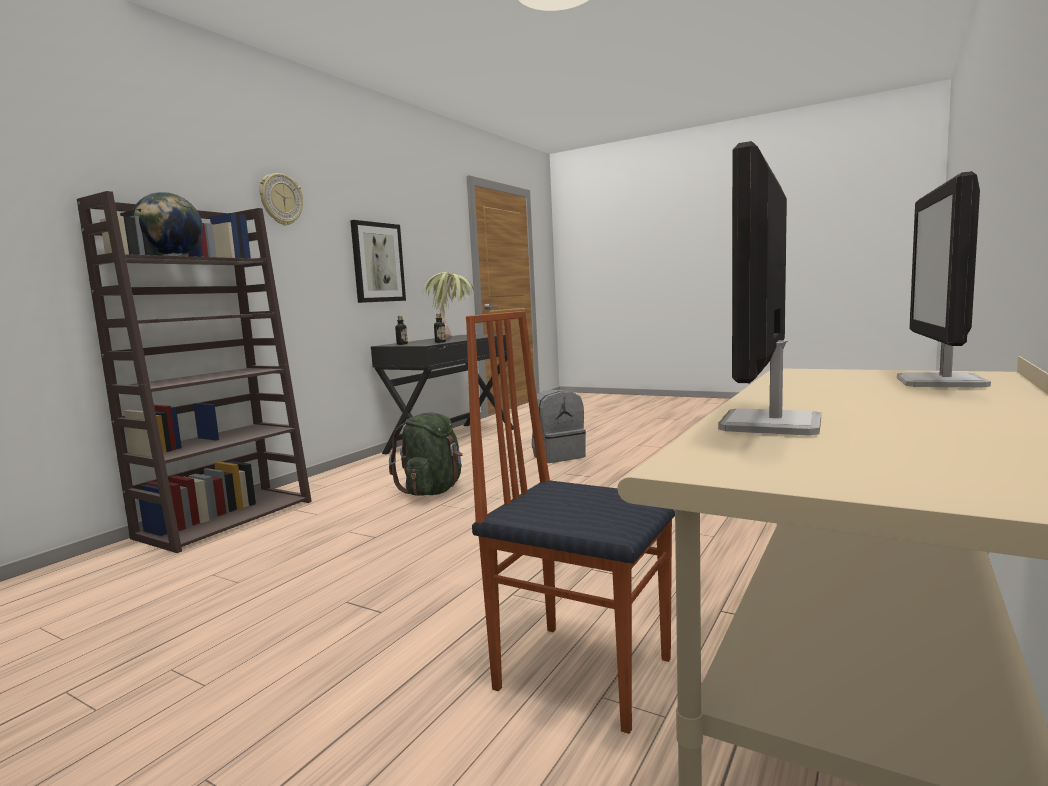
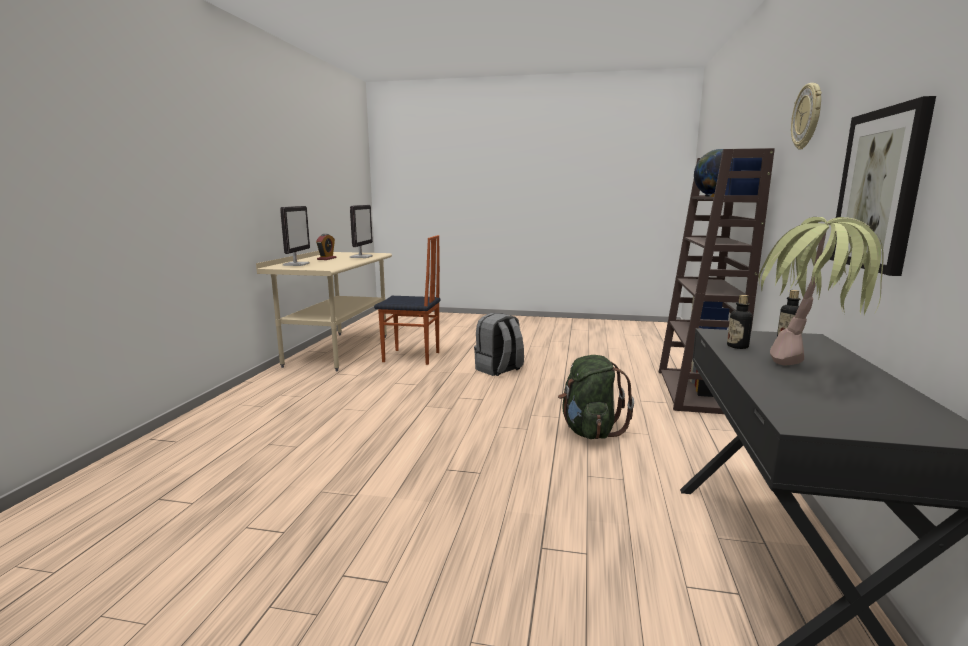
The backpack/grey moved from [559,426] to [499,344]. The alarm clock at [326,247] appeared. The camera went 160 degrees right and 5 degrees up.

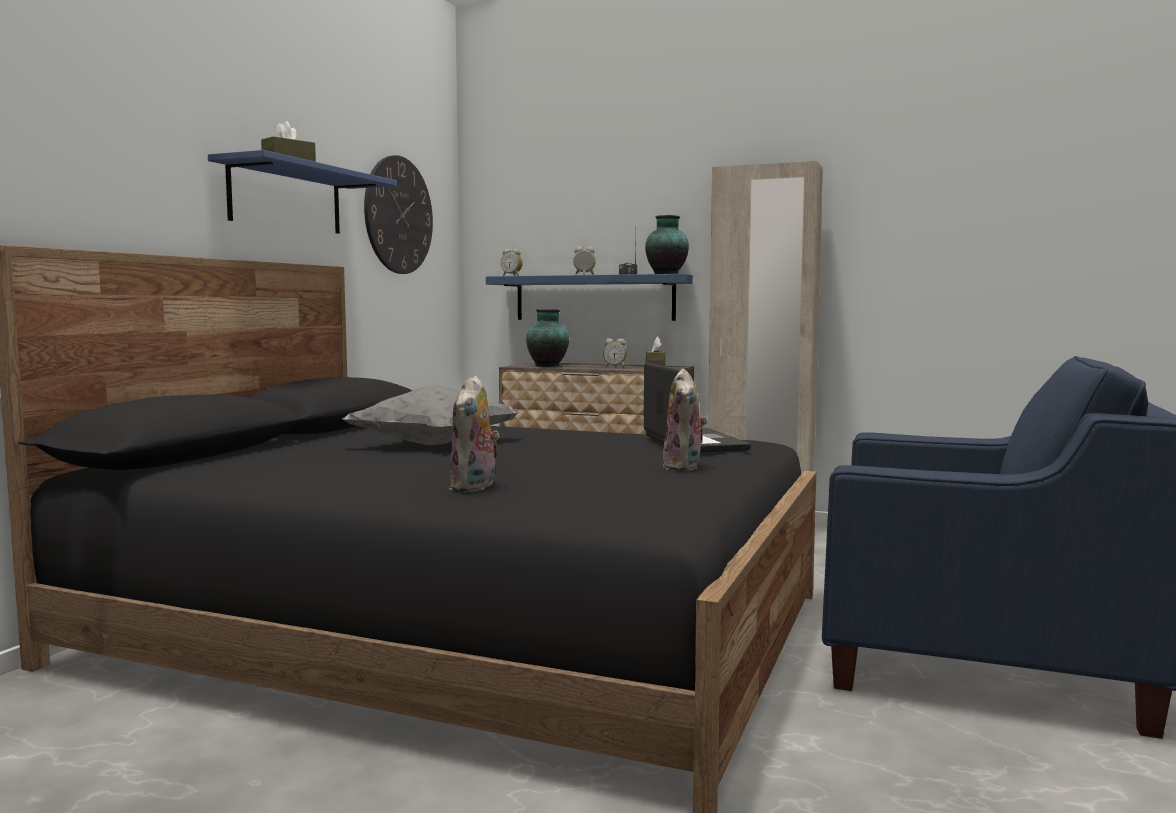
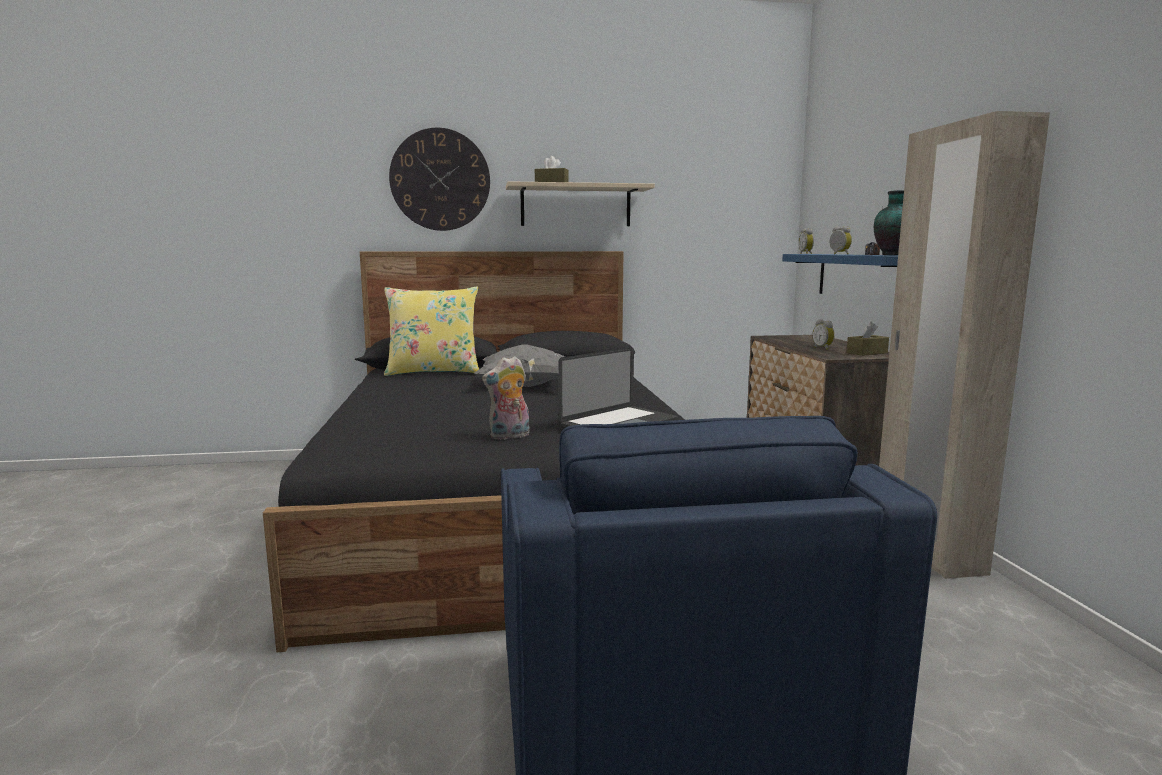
The shelf/blue at [302,192] became the shelf/beige at [580,203]. The wall clock moved from [398,214] to [439,179]. The plush toy at [475,434] disappeared. The vase at [547,338] disappeared. The pillow/yellow at [431,331] appeared. The camera went 60 degrees right and 5 degrees up.

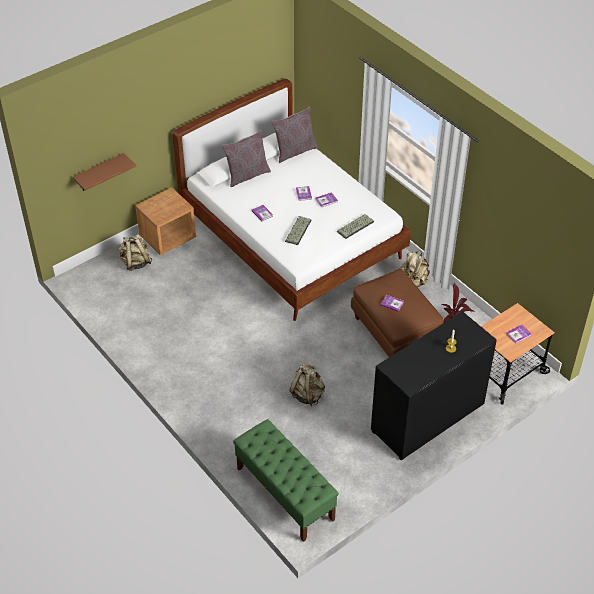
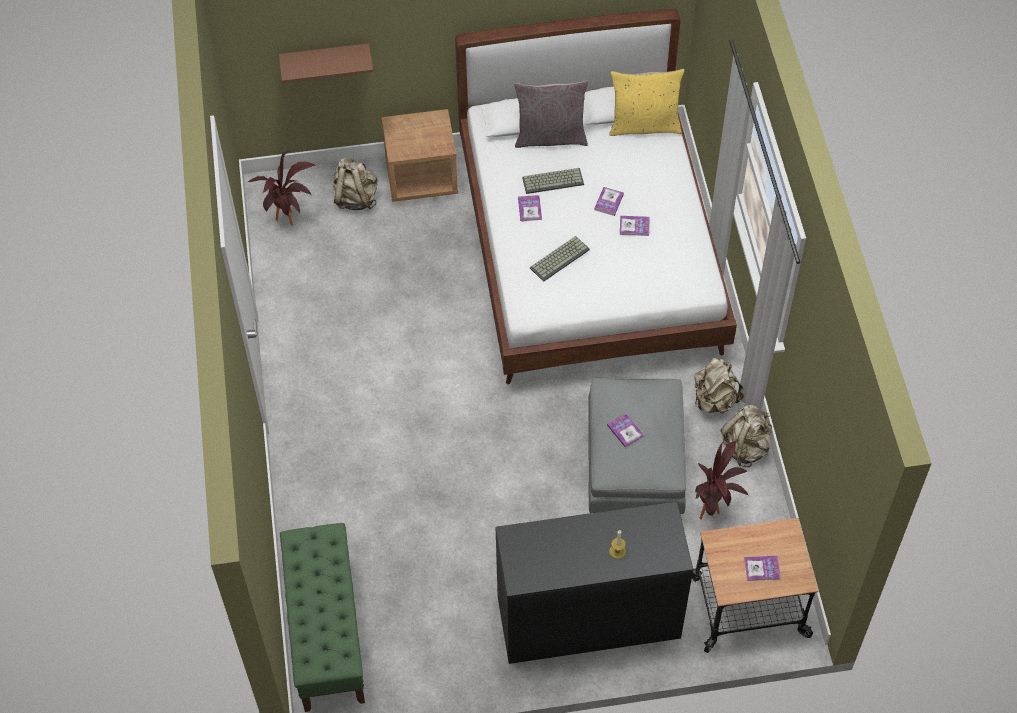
The pillow/grey at [294,135] became the pillow/yellow at [647,102]. The backpack/beige moved from [307,385] to [746,436]. The keyboard moved from [355,226] to [553,181]. The ottoman/brown at [397,313] became the ottoman/grey at [637,446]. The potted plant at [281,188] appeared. The camera went 30 degrees right and 10 degrees up.

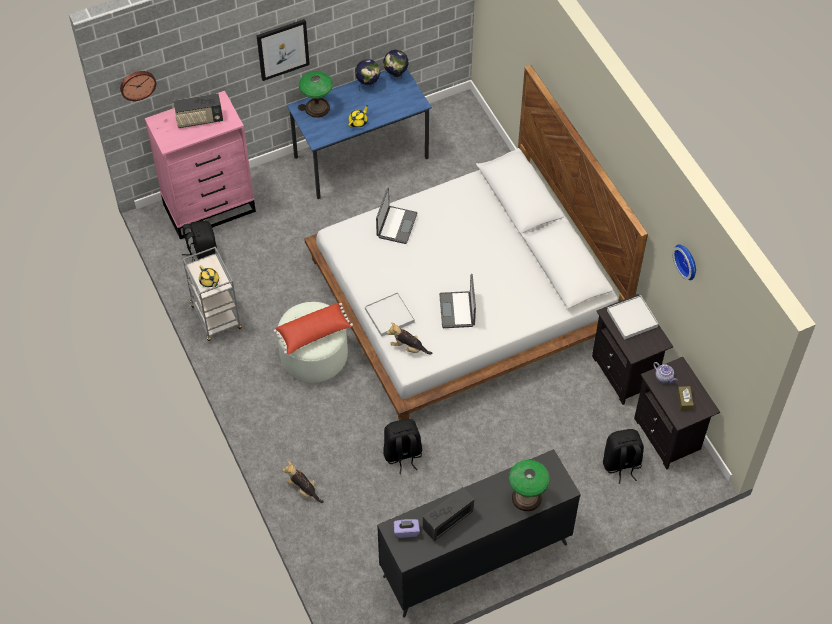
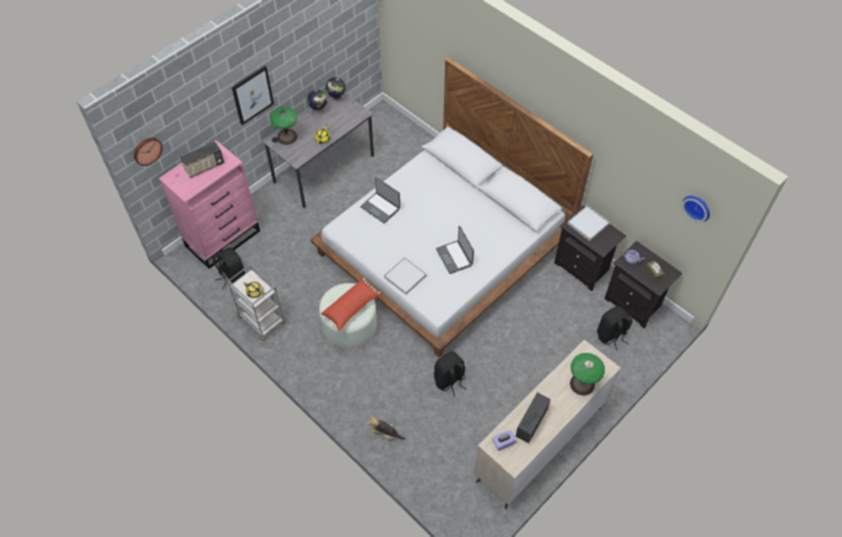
The desk/blue at [359,134] became the desk/grey at [318,150]. The laptop at [397,216] turned 135 degrees clockwise. The dresser/black at [479,533] became the dresser/beige at [547,424]. The plush toy at [409,338] disappeared. The wall clock moved from [684,262] to [696,209]. The camera went 20 degrees left and 0 degrees up.

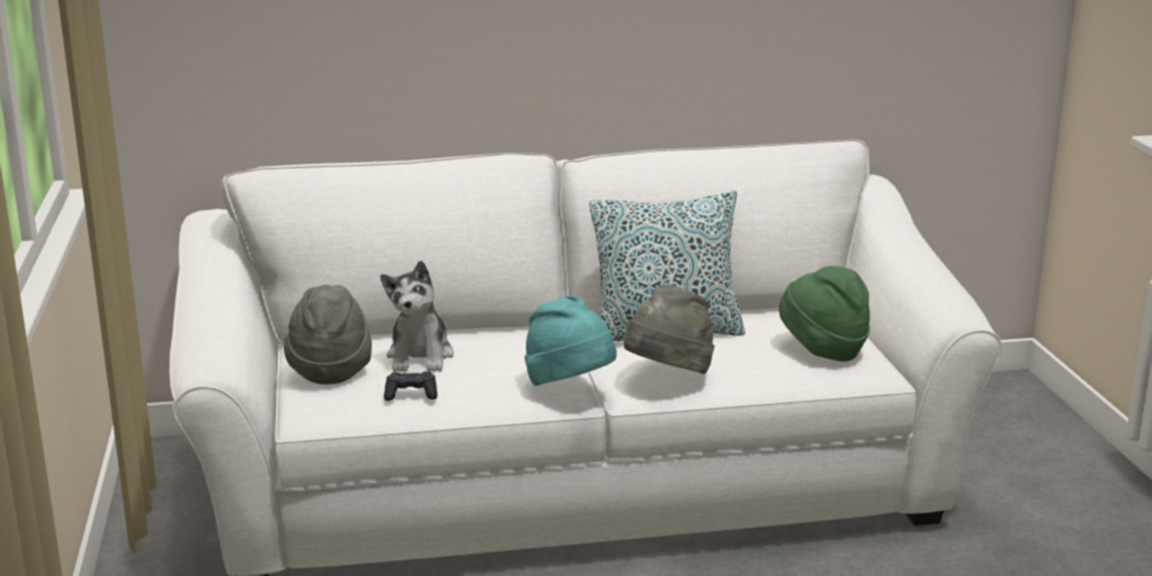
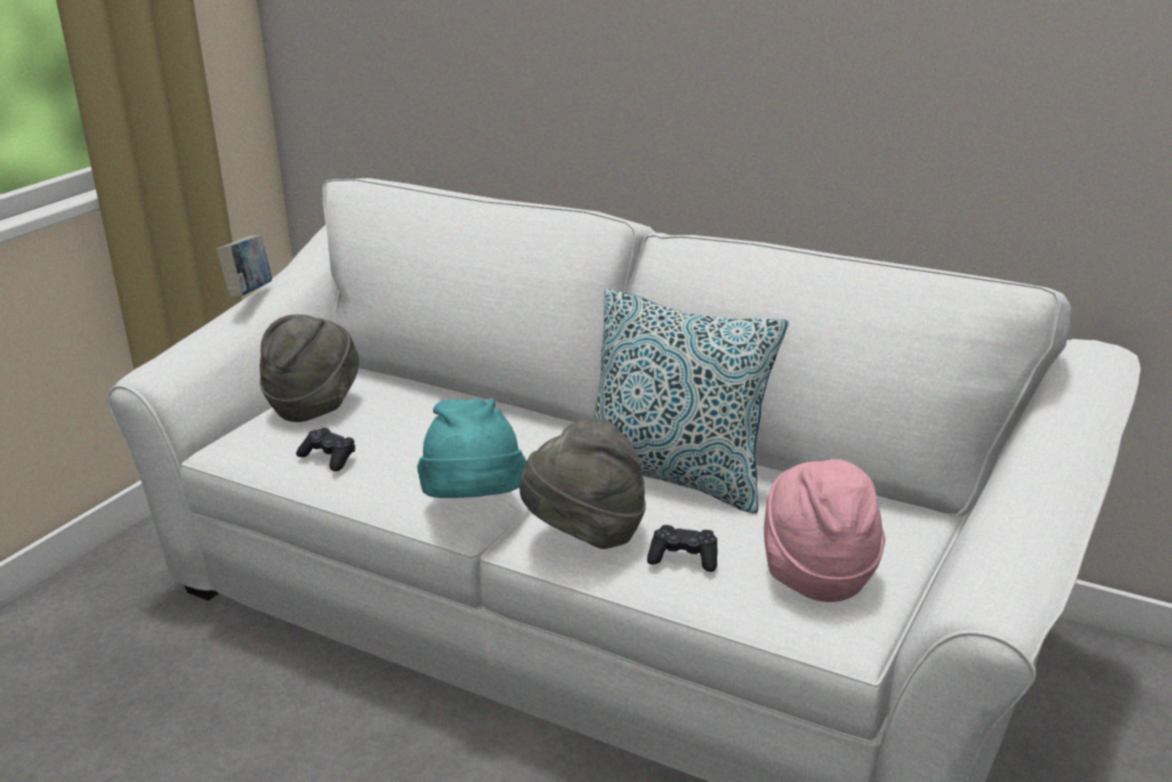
The plush toy at [417,316] disappeared. The hat/green at [824,314] became the hat/pink at [824,530]. The book at [244,266] appeared. The game controller/black at [682,548] appeared. The camera went 40 degrees right and 5 degrees up.

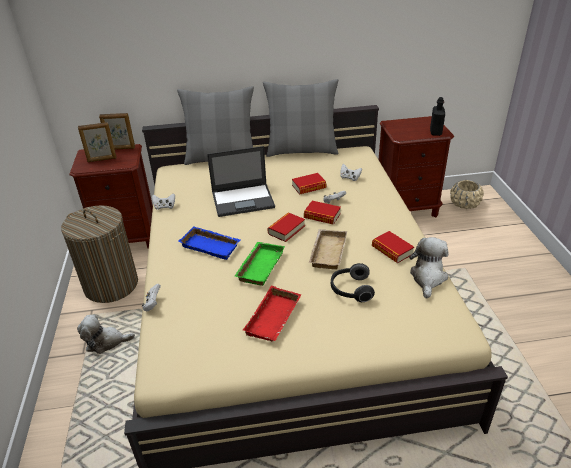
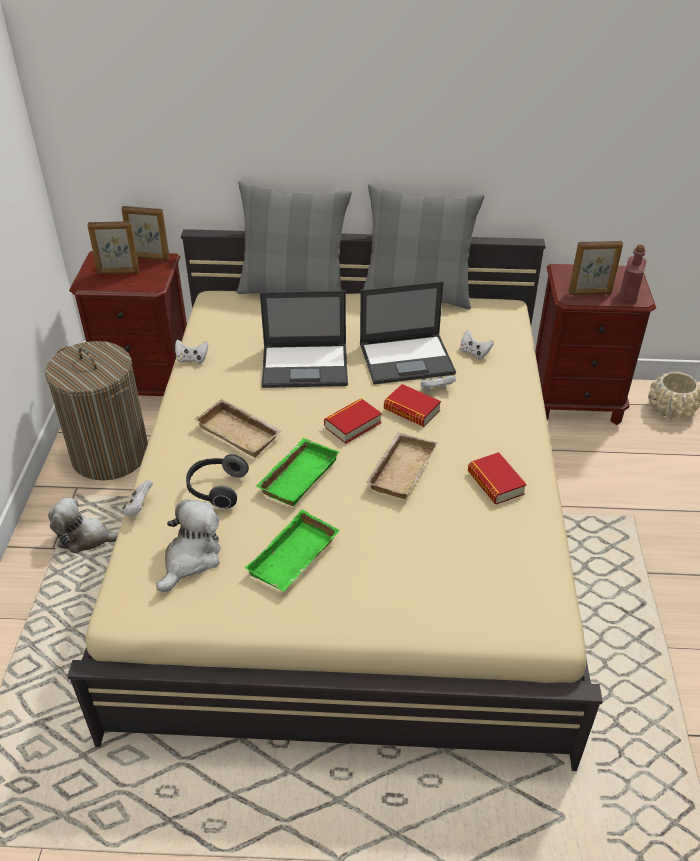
The tray/blue at [209,243] became the tray/beige at [238,428]. The tray/red at [272,313] became the tray/green at [292,550]. The book at [309,184] was replaced by the laptop at [408,332]. The headphones moved from [353,282] to [217,481]. The plush toy moved from [429,268] to [188,545]. The bottle/black at [437,116] became the bottle/red at [633,274]. The picture frame at [595,268] appeared. The camera went 10 degrees right and 5 degrees up.

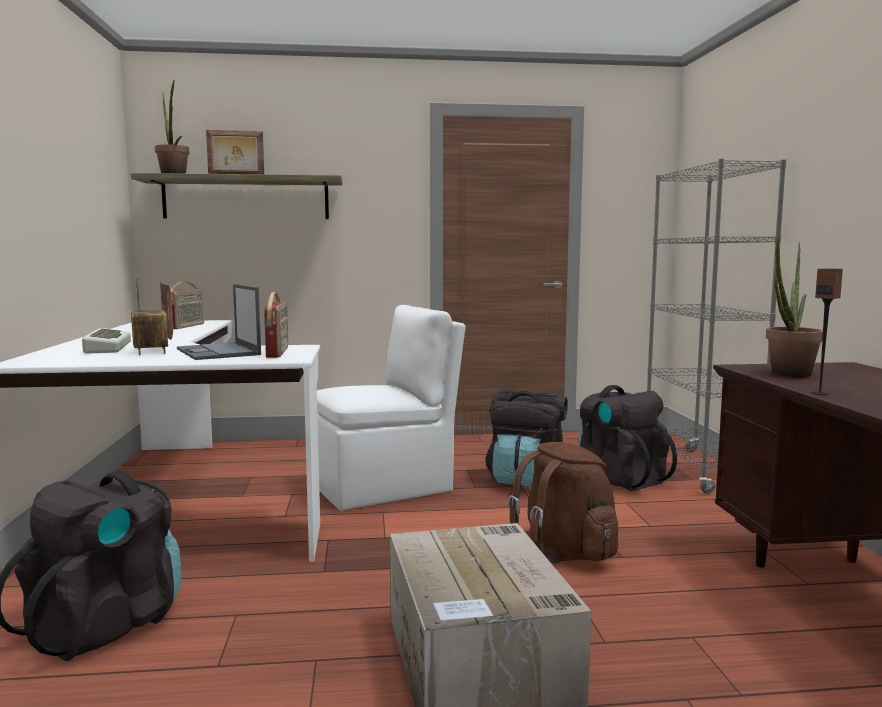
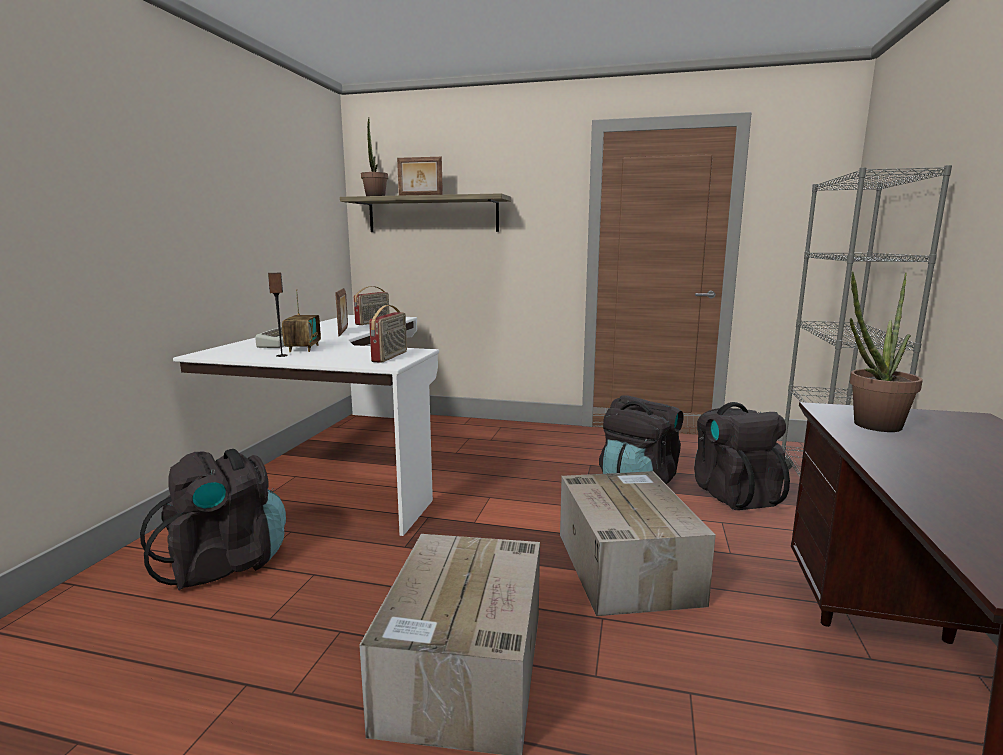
The laptop at [219,322] disappeared. The chair/white at [391,408] disappeared. The backpack/brown at [563,502] was replaced by the cardboard box at [638,543]. The speaker moved from [827,331] to [278,315]. The camera went 20 degrees right and 5 degrees up.

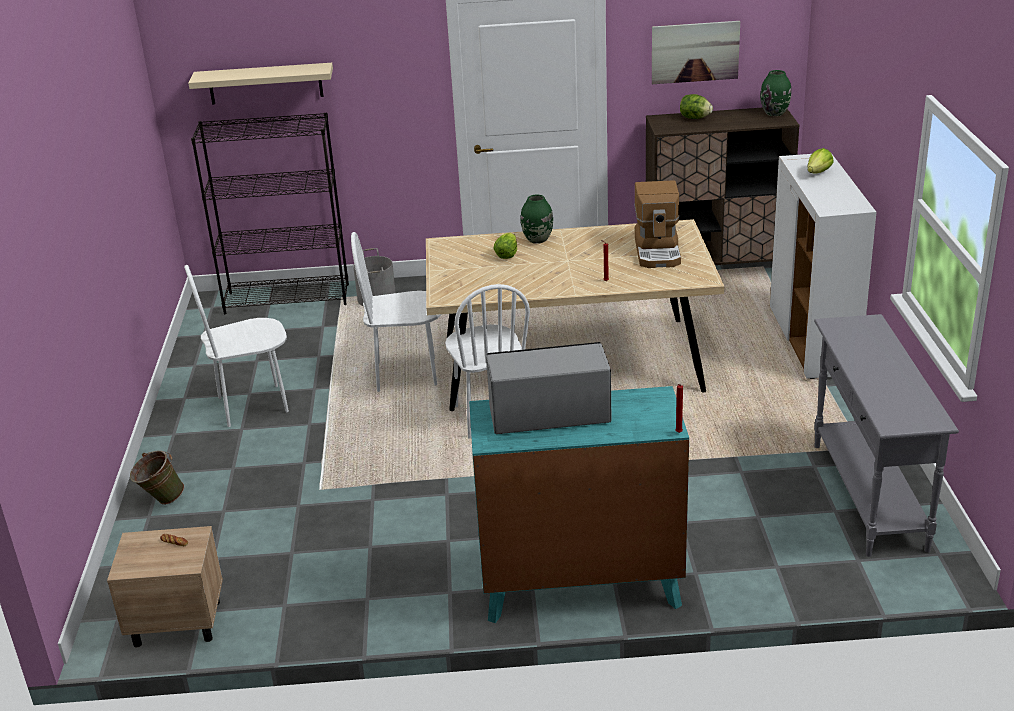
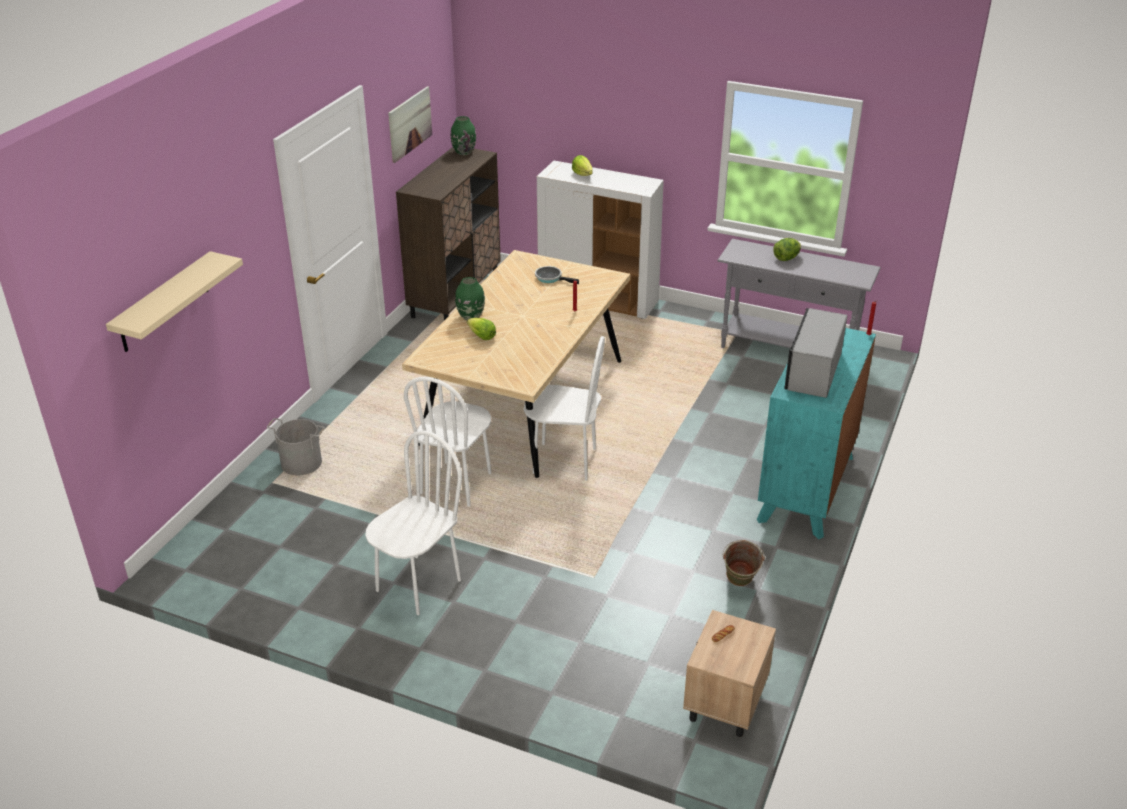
The bucket/green moved from [157,477] to [744,563]. The chair/white at [236,346] turned 150 degrees counterclockwise. The bookcase/black at [270,213] disappeared. The coffee machine at [657,224] was replaced by the frying pan at [557,275]. The lettuce moved from [696,106] to [787,249]. The camera went 65 degrees left and 5 degrees up.

